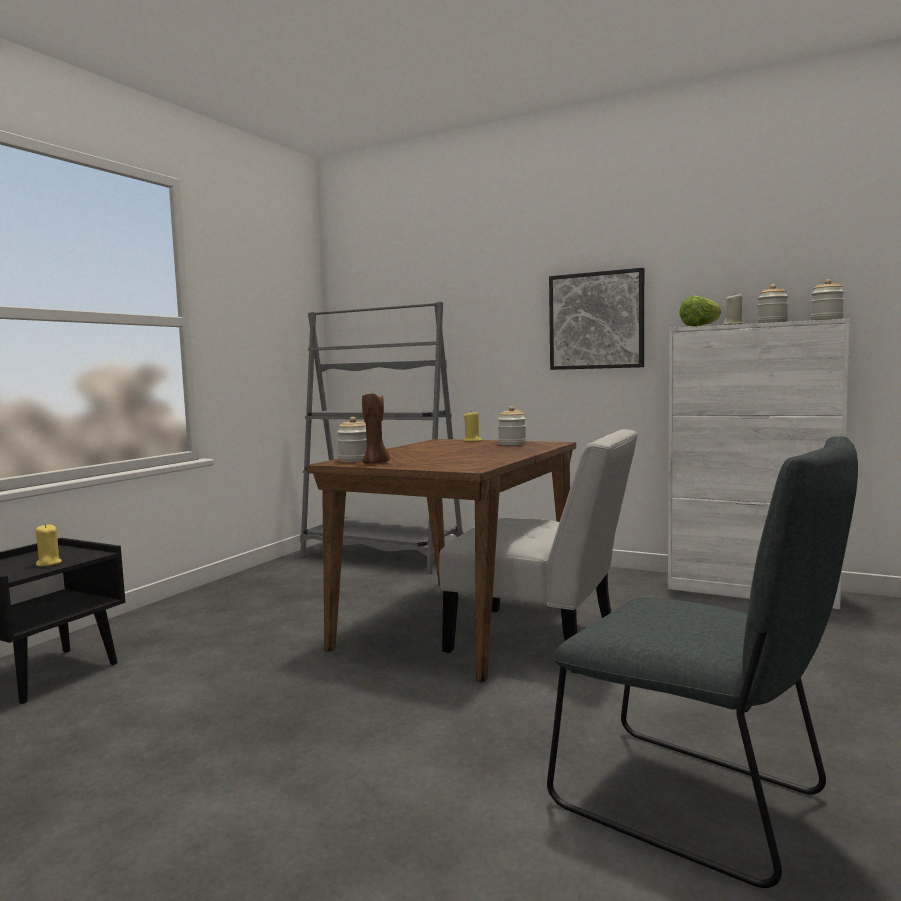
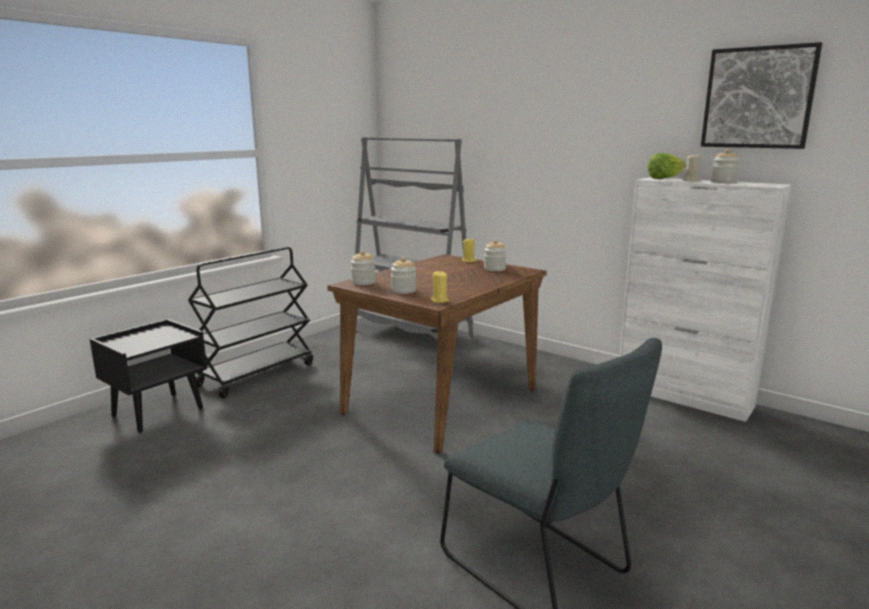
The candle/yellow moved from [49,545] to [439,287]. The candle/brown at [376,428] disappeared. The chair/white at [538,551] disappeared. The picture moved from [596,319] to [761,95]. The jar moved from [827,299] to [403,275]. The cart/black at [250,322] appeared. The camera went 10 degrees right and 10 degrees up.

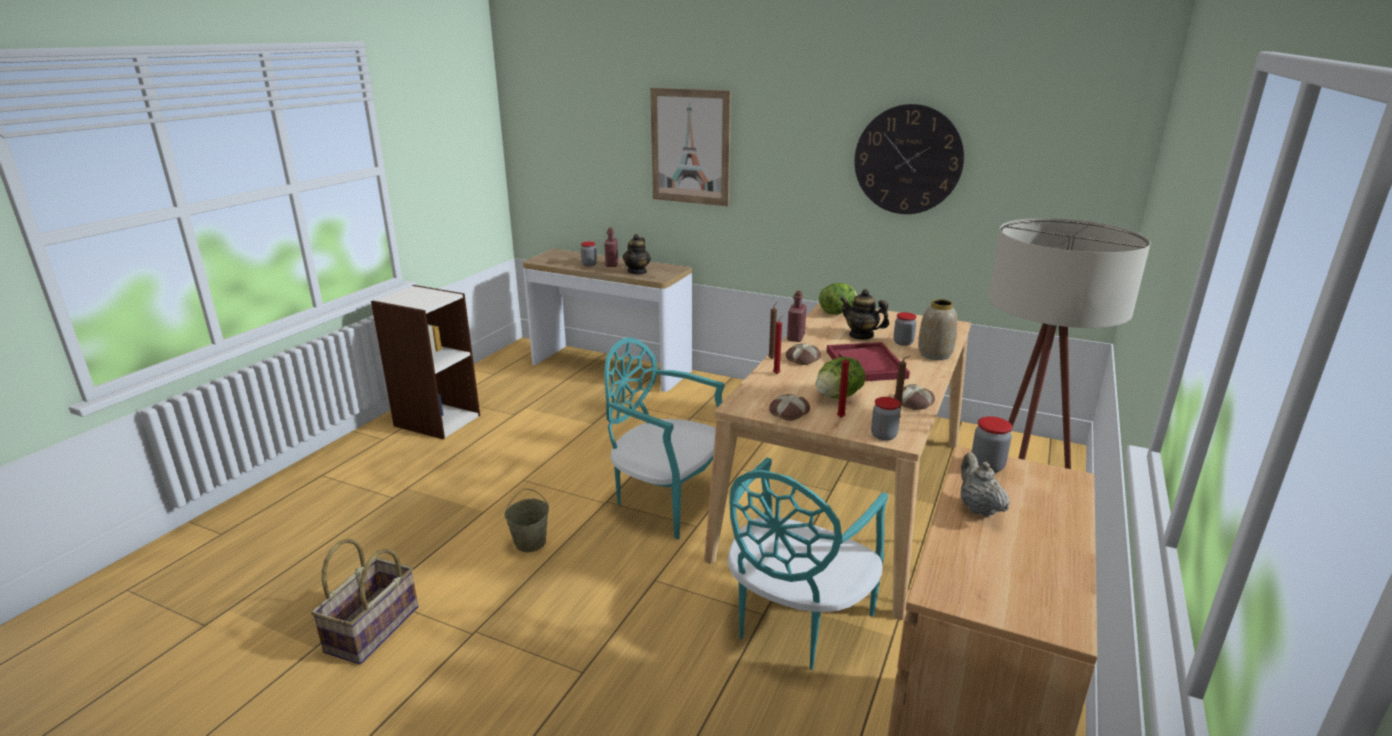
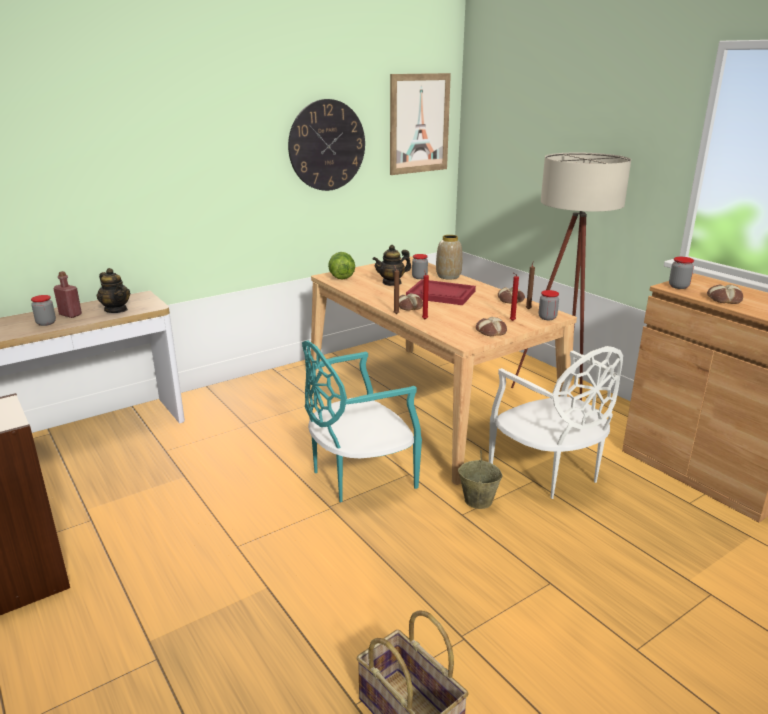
The bucket/beige moved from [526,520] to [480,480]. The picture moved from [690,147] to [420,124]. The chair/turquoise at [808,563] became the chair/white at [556,422]. The bottle/red at [797,316] disappeared. The lettuce at [840,378] disappeared. The teapot/beige at [985,484] was replaced by the bread at [725,294]. The camera went 60 degrees left and 0 degrees up.

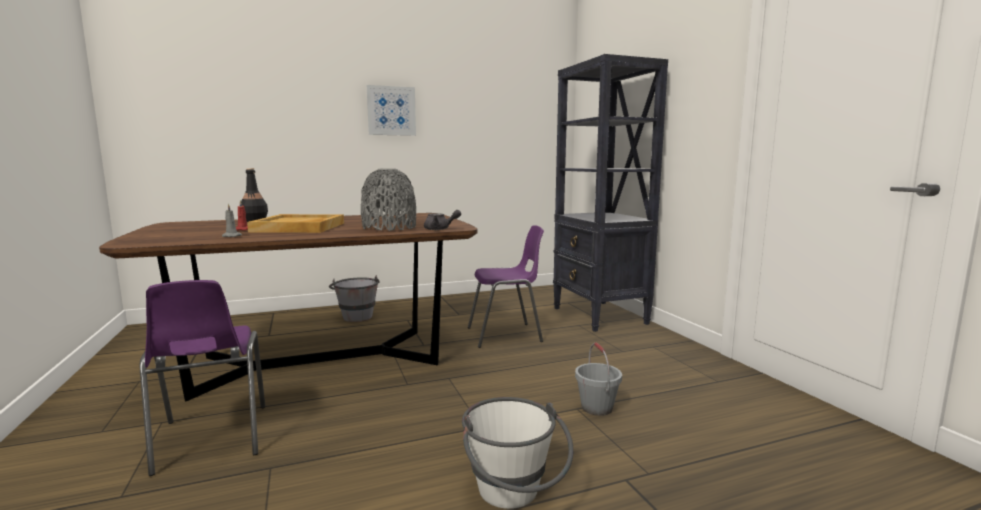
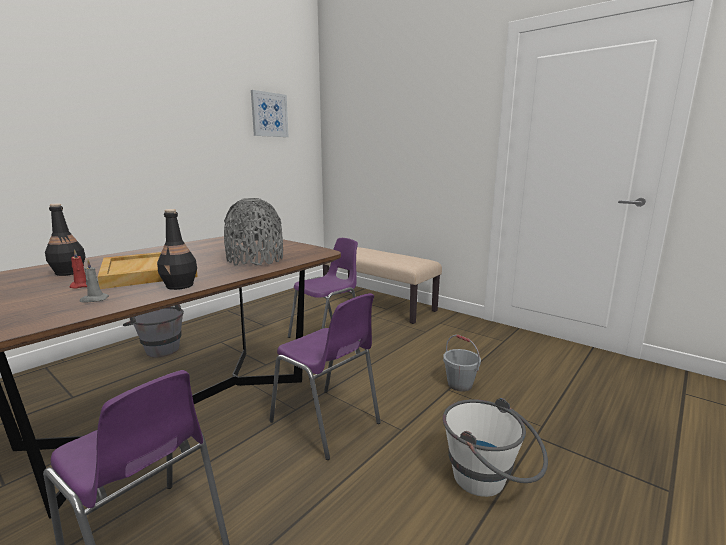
The picture moved from [391,110] to [270,113]. The teapot/grey at [442,220] disappeared. The bookcase/black at [610,193] was replaced by the bench/beige at [382,285]. The bottle/black at [177,249] appeared. The chair/purple at [325,376] appeared. The camera went 30 degrees left and 5 degrees up.

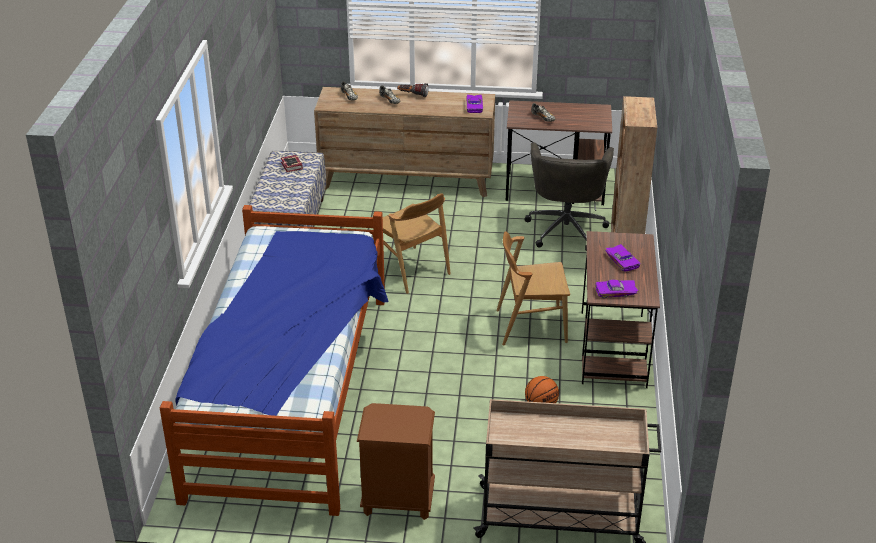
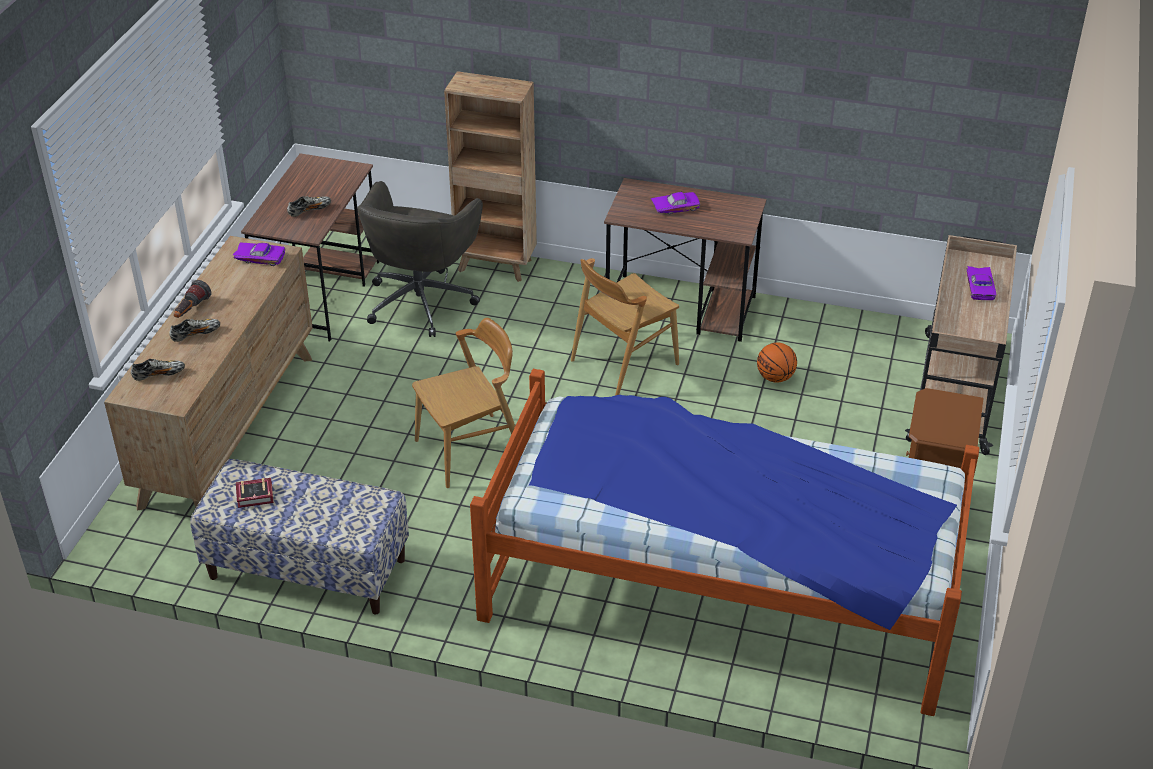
The chair/brown at [533,288] turned 45 degrees clockwise. The office chair/grey at [569,197] turned 90 degrees clockwise. The toy car/purple moved from [617,289] to [981,283]. The camera went 80 degrees left and 5 degrees up.

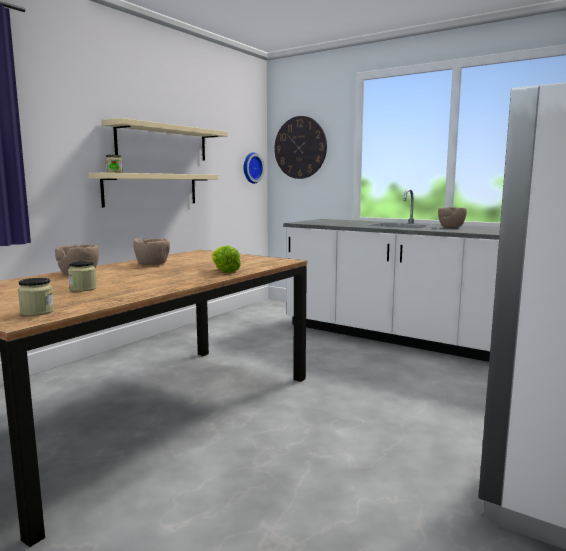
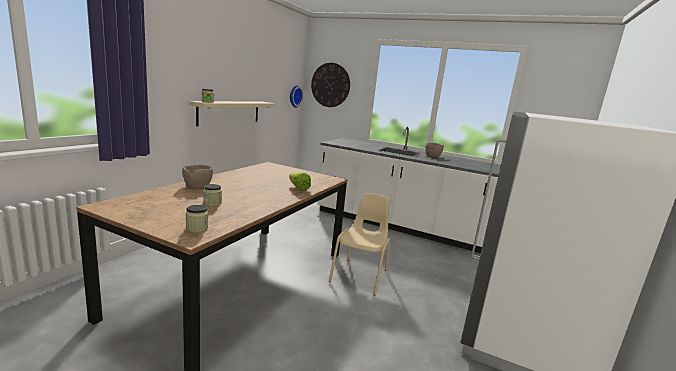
The shelf/beige at [165,139] disappeared. The bowl/brown at [151,251] disappeared. The chair/beige at [359,244] appeared. The camera went 10 degrees left and 5 degrees up.

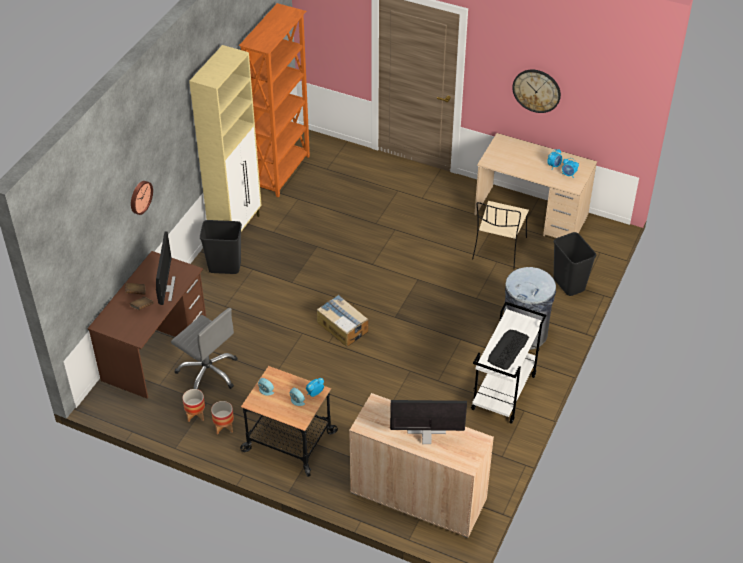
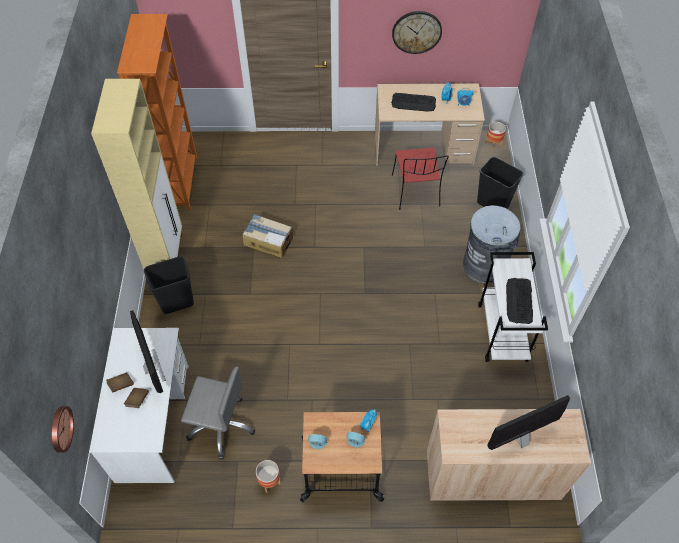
The desk/brown at [146,325] became the desk/white at [139,405]. The wall clock moved from [142,198] to [63,429]. The planter moved from [194,405] to [495,136]. The cardboard box moved from [342,321] to [268,236]. The chair/beige at [500,235] became the chair/red at [420,178]. The keyboard at [413,102] appeared. The camera went 25 degrees left and 10 degrees up.

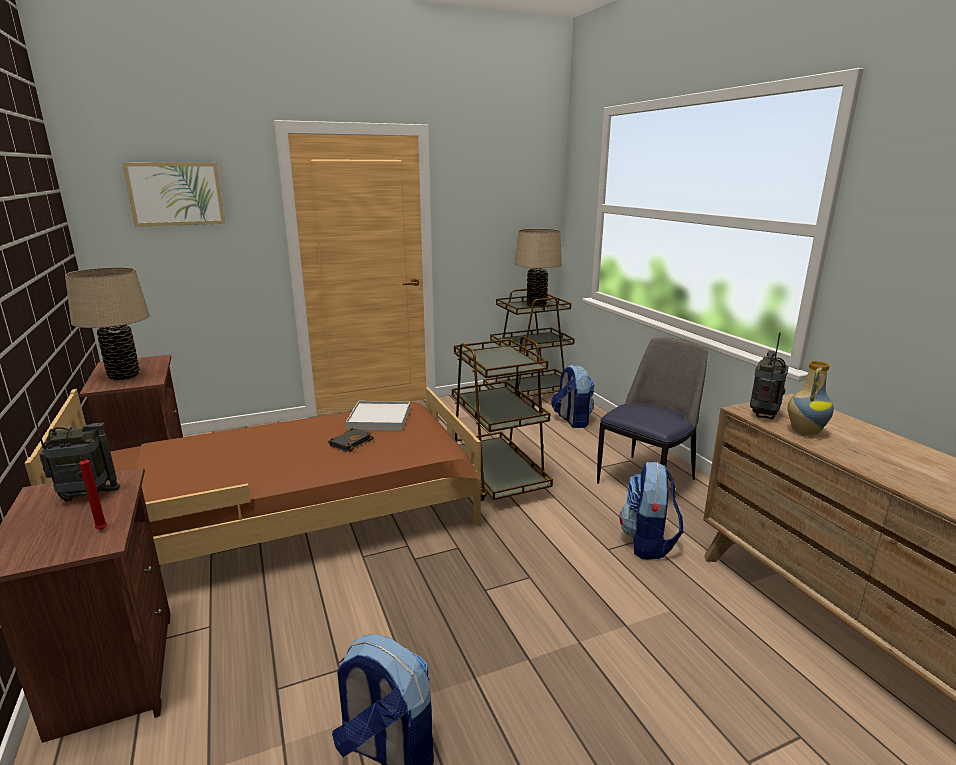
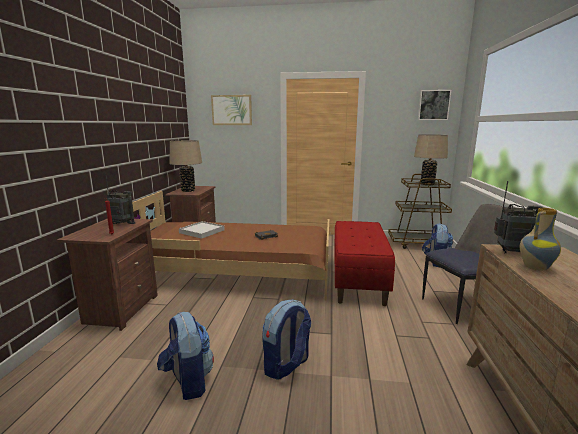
The tray/white moved from [378,416] to [202,230]. The cart/brown at [502,418] was replaced by the bench/red at [364,263]. The backpack moved from [651,511] to [286,340]. The radio at [769,375] turned 45 degrees clockwise. The picture at [434,105] appeared. The camera went 30 degrees right and 5 degrees down.

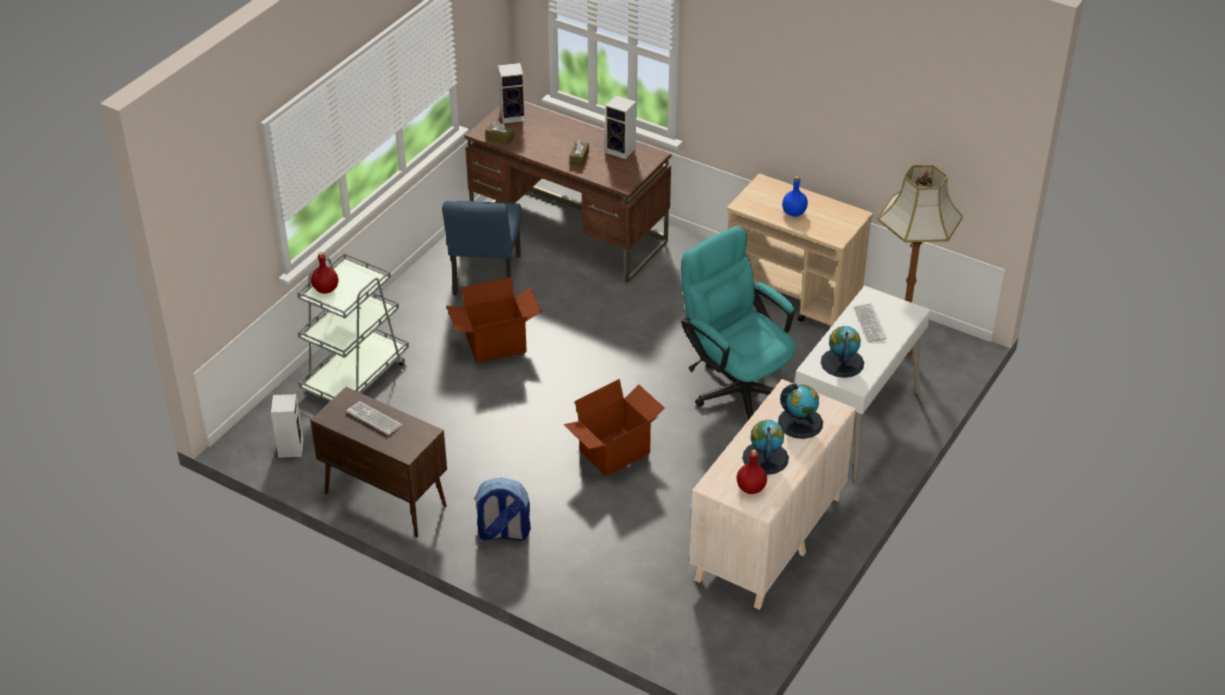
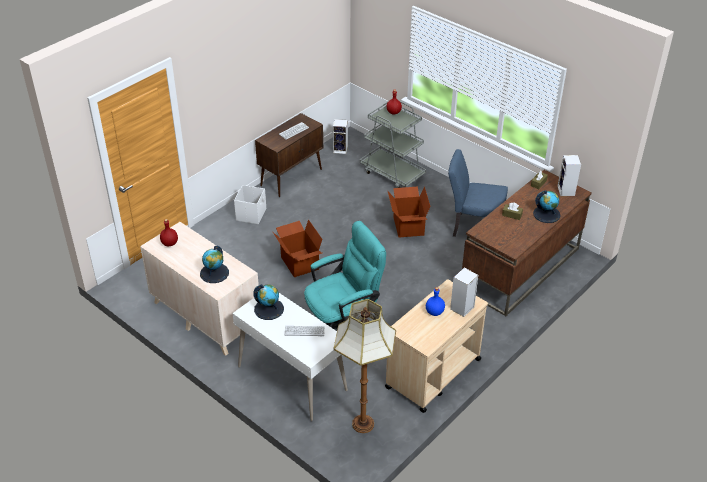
The backpack at [502,509] was replaced by the storage box/white at [250,204]. The speaker moved from [620,127] to [464,292]. The globe moved from [765,447] to [547,206]. The camera went 100 degrees right and 0 degrees up.

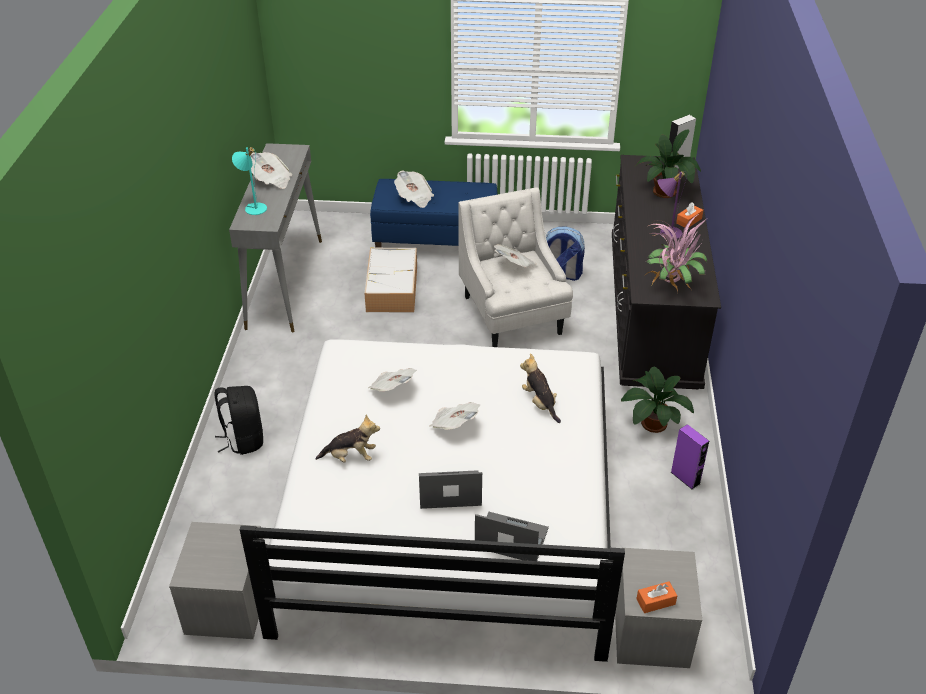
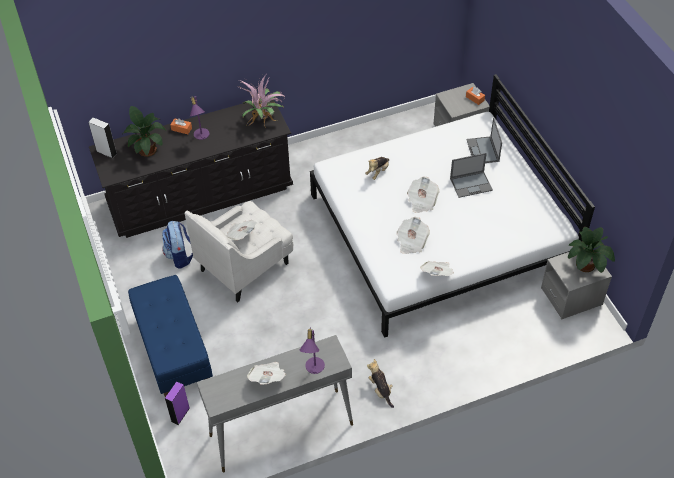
The backpack/black at [239,420] disappeared. The table lamp/turquoise at [249,181] became the table lamp/purple at [312,351]. The plush toy moved from [348,438] to [380,383]. The storage box at [390,280] disappeared. The newspaper moved from [414,189] to [437,268]. The laptop at [450,489] turned 75 degrees counterclockwise. The potted plant moved from [657,400] to [591,250]. The speaker/purple moved from [690,457] to [177,403]. The camera went 115 degrees left and 10 degrees up.

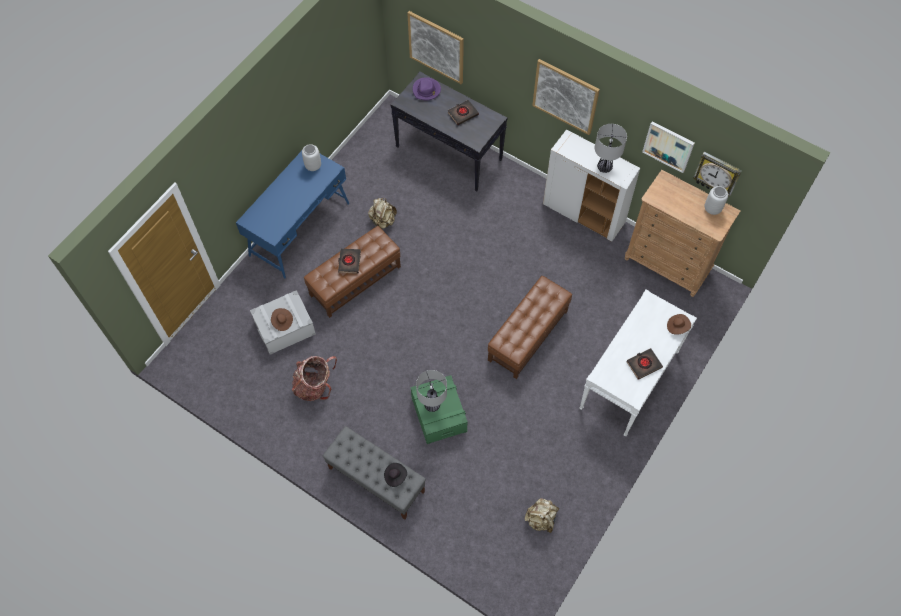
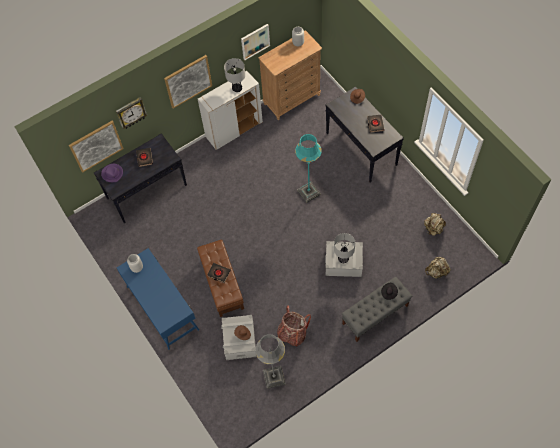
The backpack/beige moved from [382,213] to [438,268]. The storage box/green at [439,409] became the storage box/grey at [344,259]. The ottoman/brown at [530,327] was replaced by the floor lamp/turquoise at [308,168]. The console table/white at [638,363] became the console table/black at [364,134]. The wall clock moved from [717,174] to [131,113]. The floor lamp/grey at [270,361] appeared. The camera went 65 degrees left and 0 degrees up.

